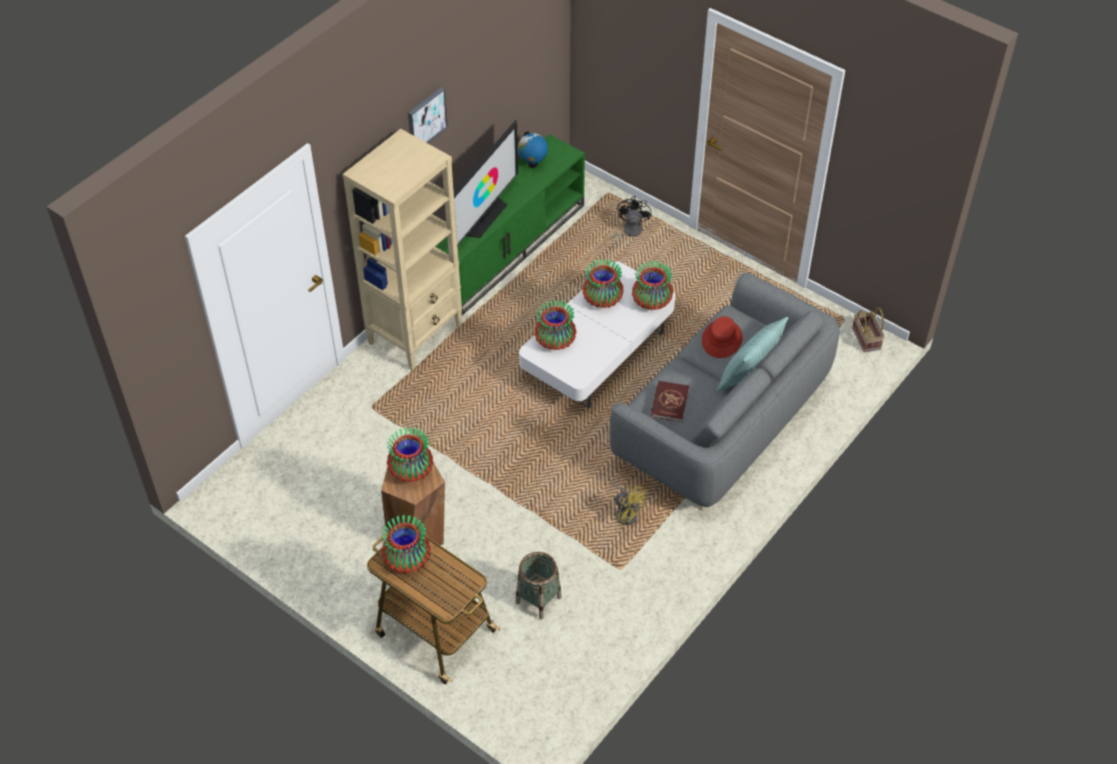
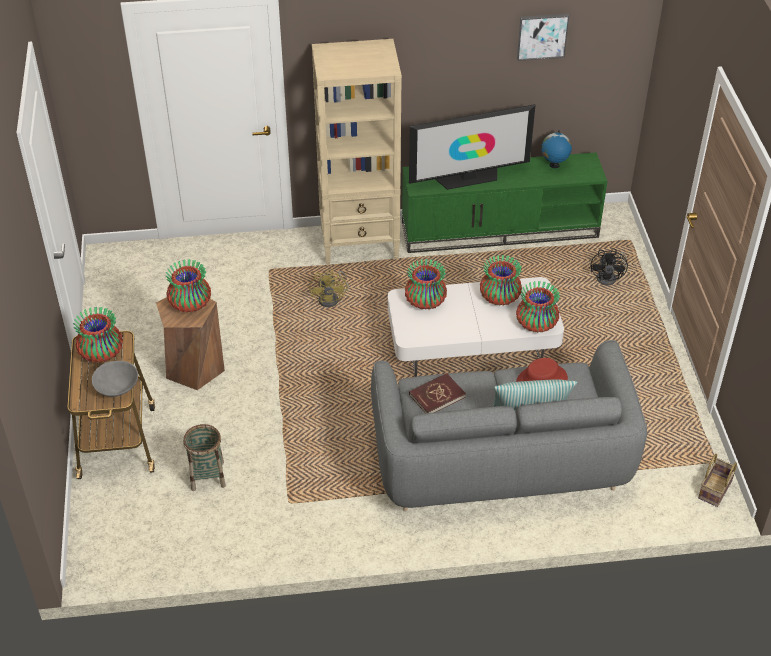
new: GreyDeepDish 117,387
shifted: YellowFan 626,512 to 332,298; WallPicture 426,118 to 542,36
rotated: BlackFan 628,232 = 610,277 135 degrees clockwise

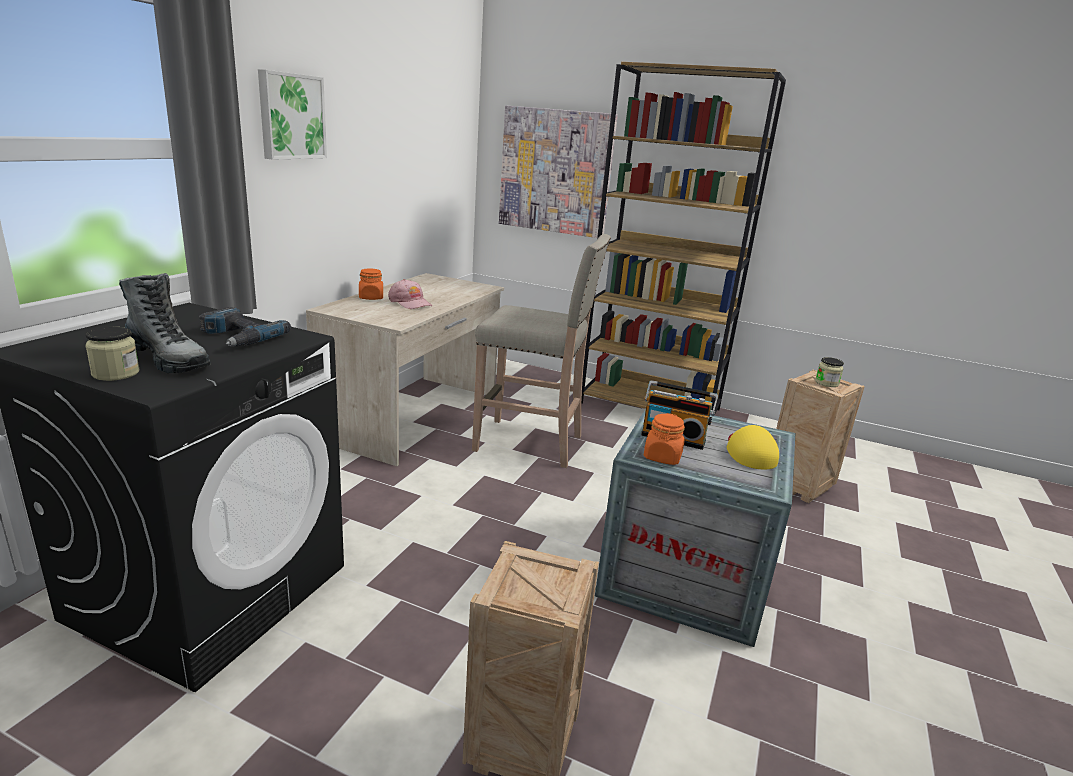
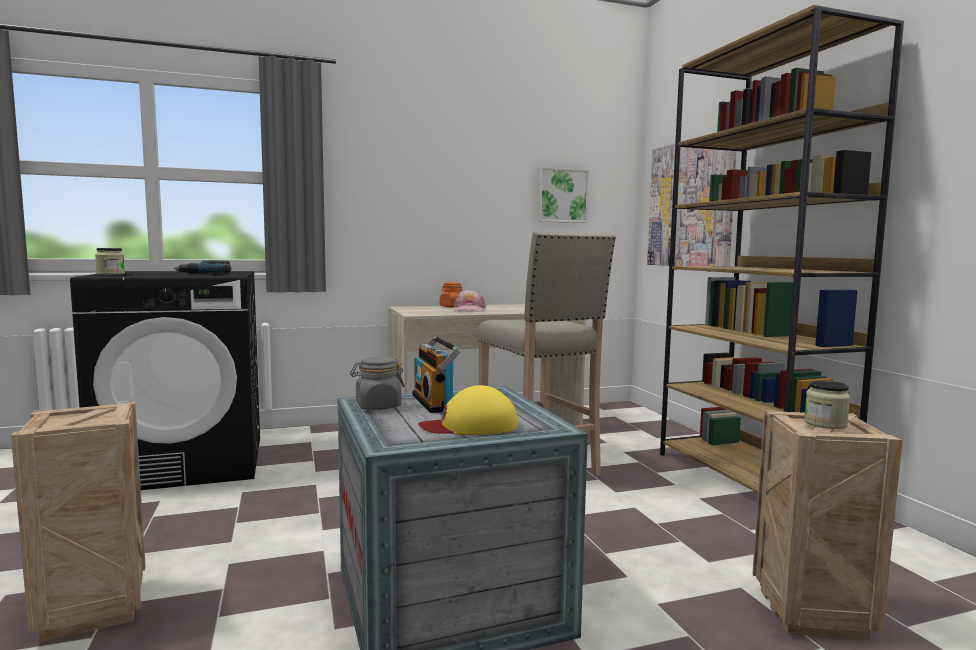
gone: TallBoot 168,359
shifted: WallPicture 291,116 to 562,196
repainted: OrangeStorageJar 662,457 to GreyStorageJar 378,406
rotated: YellowCap 749,452 = 470,426 150 degrees counterclockwise

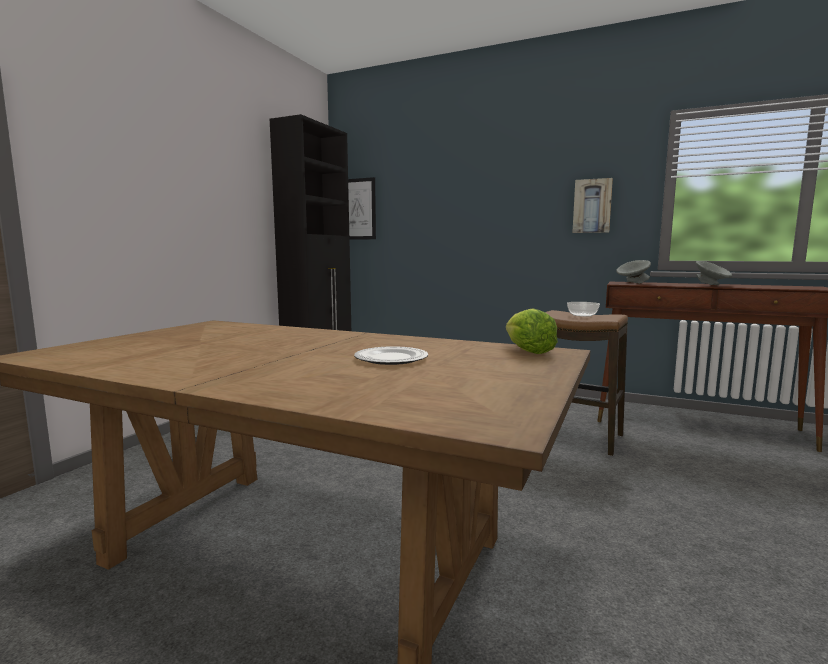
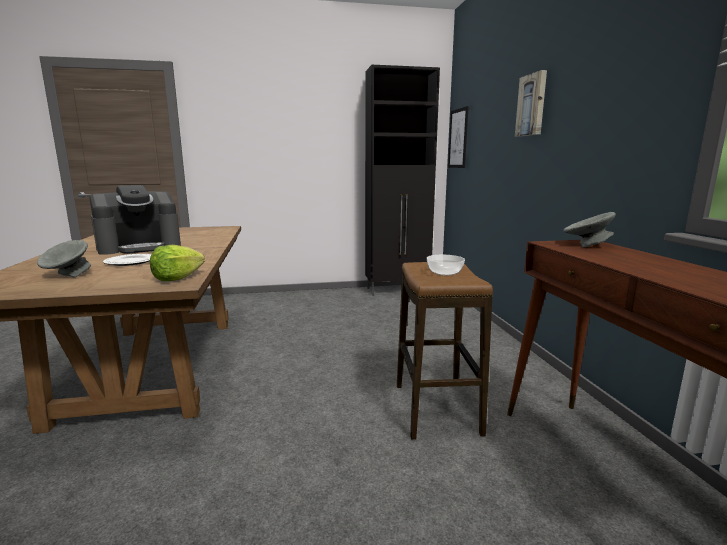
new: CoffeeMachine 140,247
shifted: GreyDeepDish 711,285 to 67,275; WallPicture 592,206 to 532,105

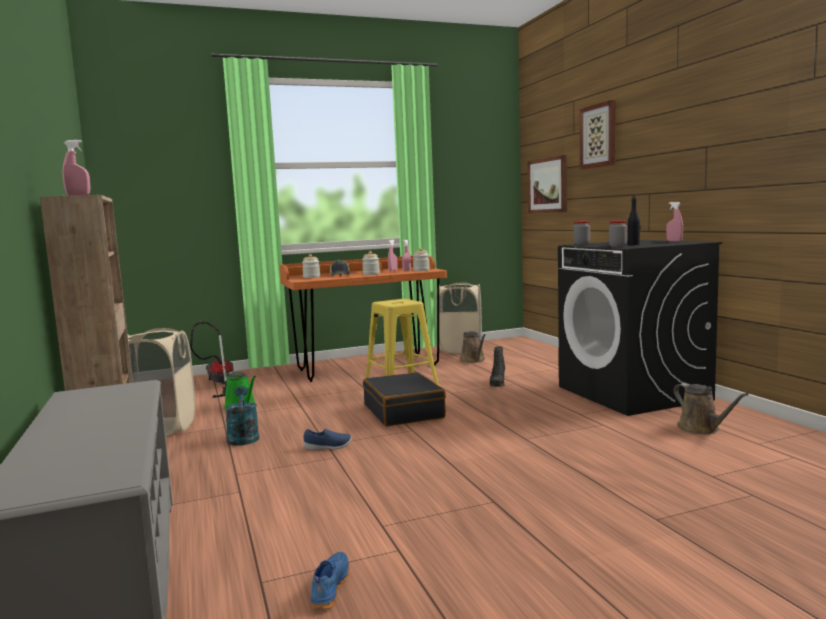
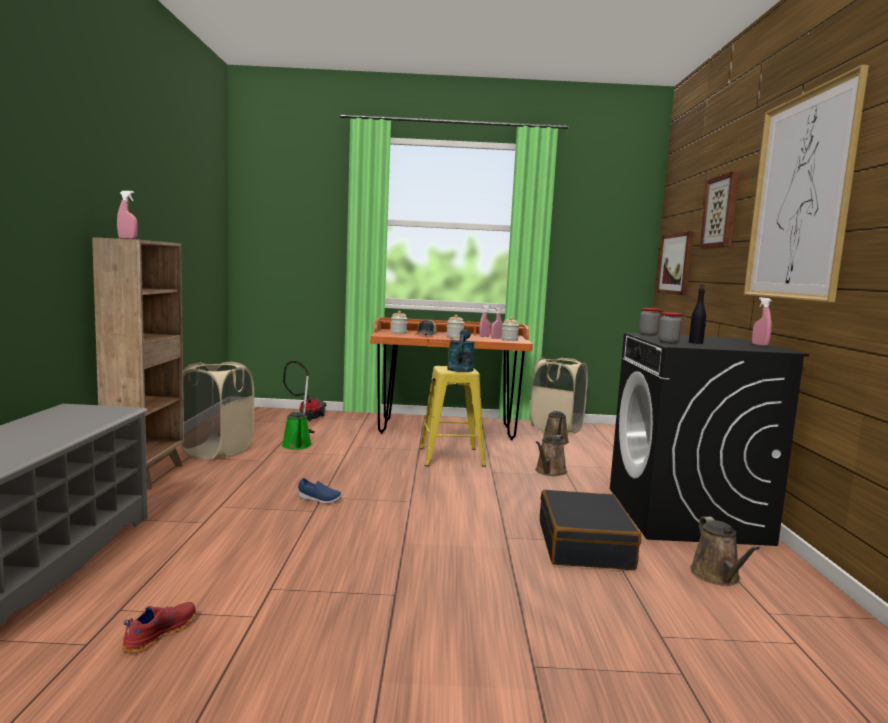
new: WallPicture 799,197
shifted: TurquoiseWateringPot 243,437 to 460,368; BlackTravelCase 404,411 to 585,545
swapped: BlackTallBoot 497,383 to BrownWateringPot 549,472
repainted: BlueItemOfFootwear 329,588 to RedColouredItemOfFootwear 159,633

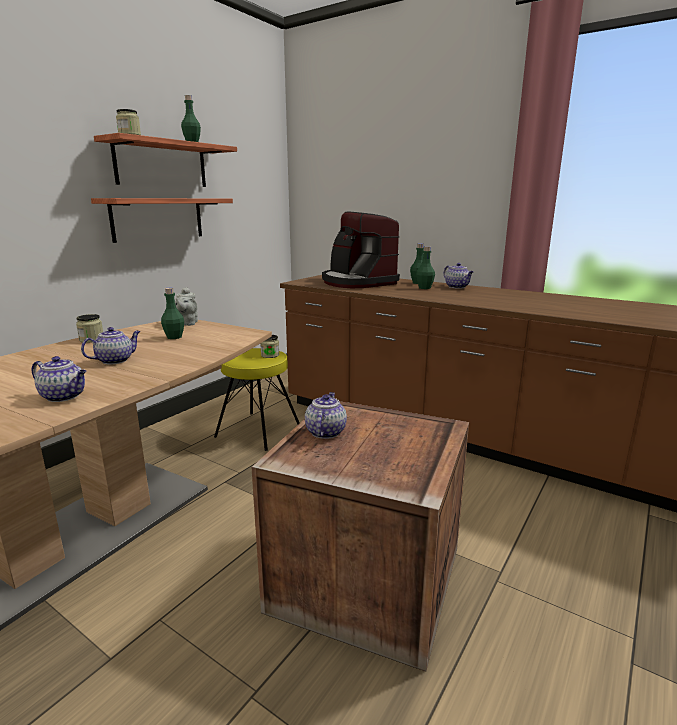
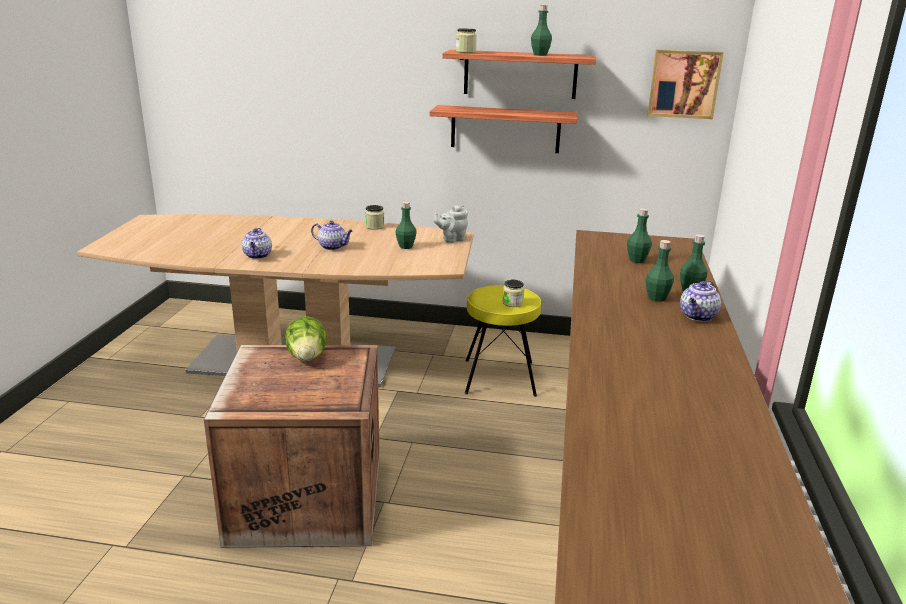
new: WallPicture 683,84
swapped: Teapot 325,432 to Lettuce 307,357; CoffeeMachine 357,282 to GreenBeverageBottle 637,260

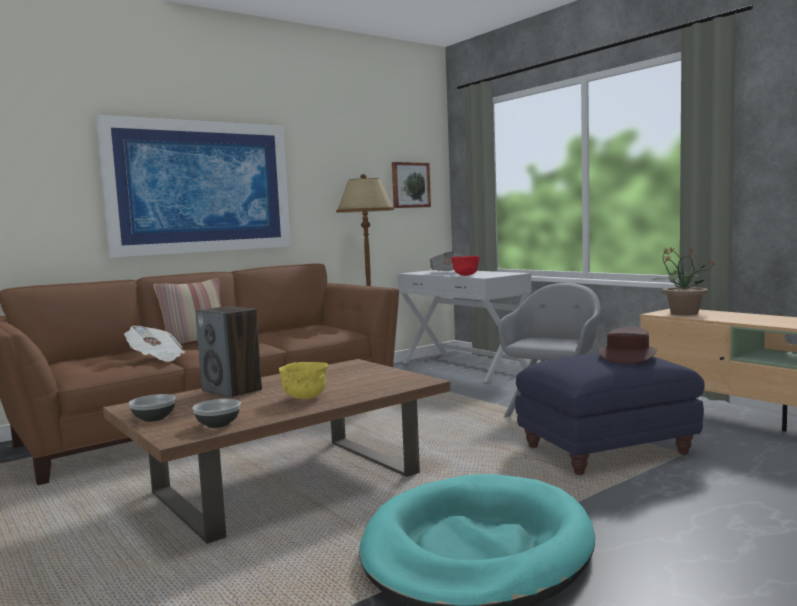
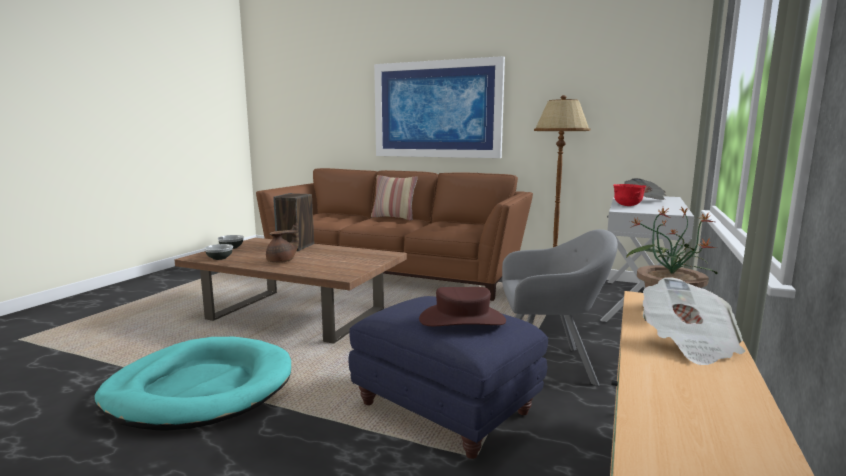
gone: WallPicture 410,185
shifted: DailyPaper 156,358 to 688,344
swapped: YellowDeepDish 305,398 to BrownTeapot 282,261

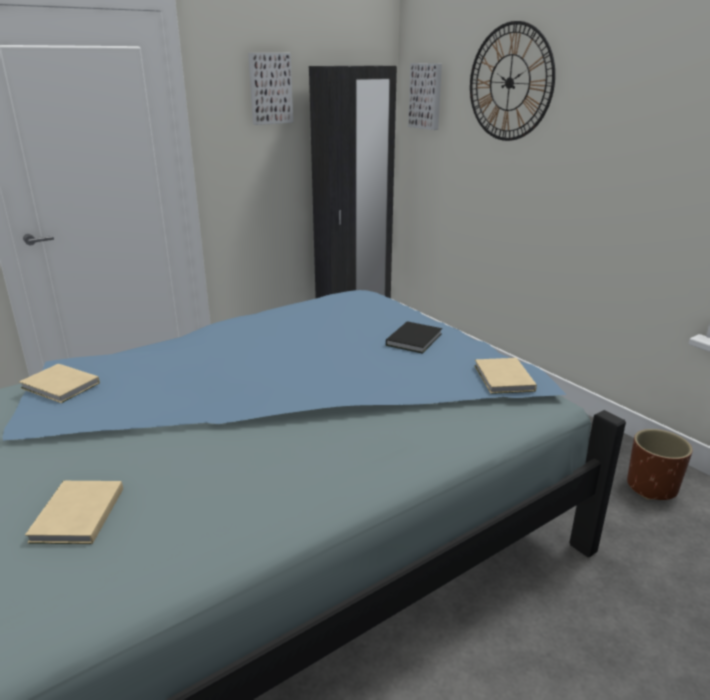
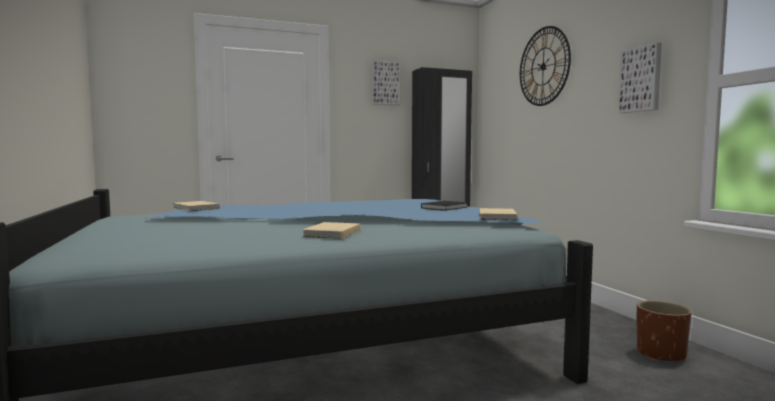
shifted: BeigeVolume 75,516 to 330,233; WallPicture 426,96 to 641,79

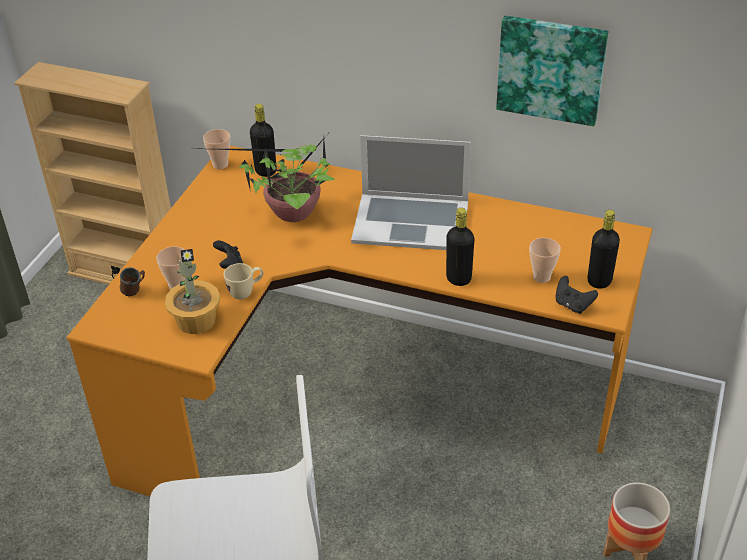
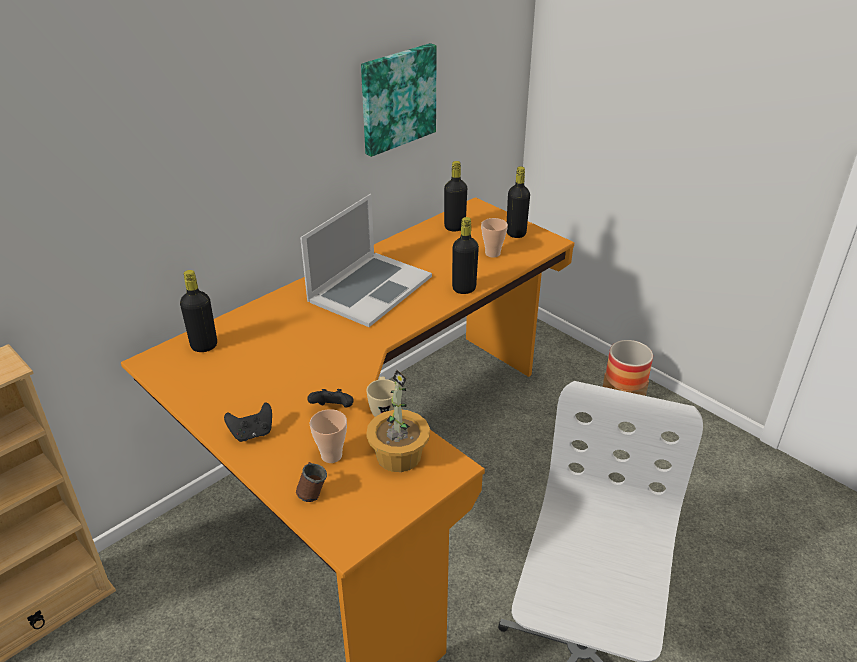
gone: SmallCup 220,165; PottedPlant 290,213
new: BlackBeverageBottle 454,227
shifted: BlackGameController 572,305 to 252,433

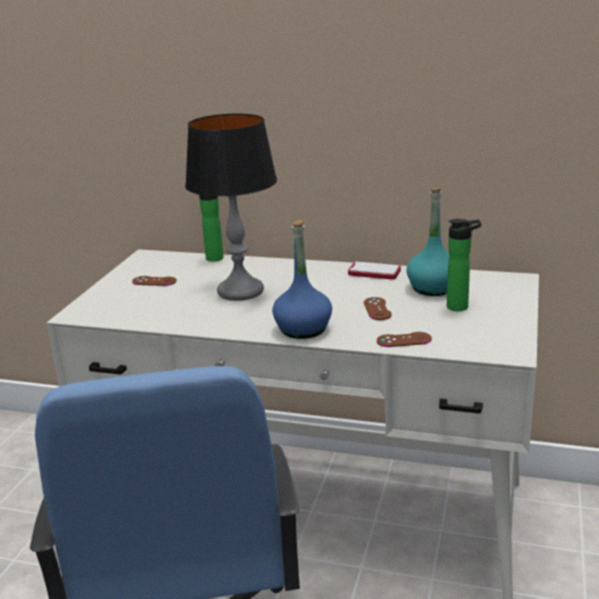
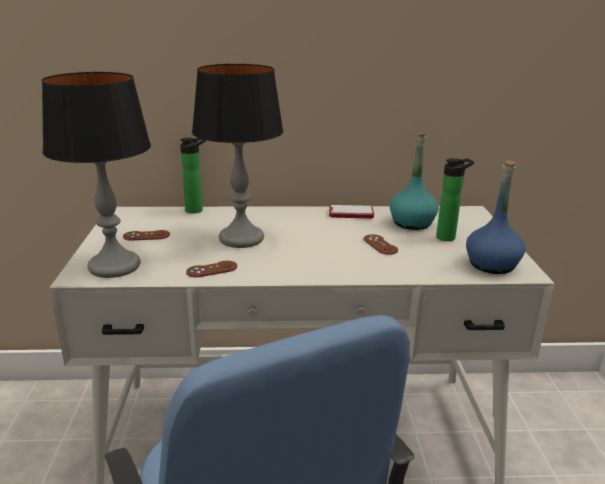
new: LampForATable 114,266
shifted: BrownGameController 404,340 to 212,269; BlueBeverageBottle 303,329 to 492,265

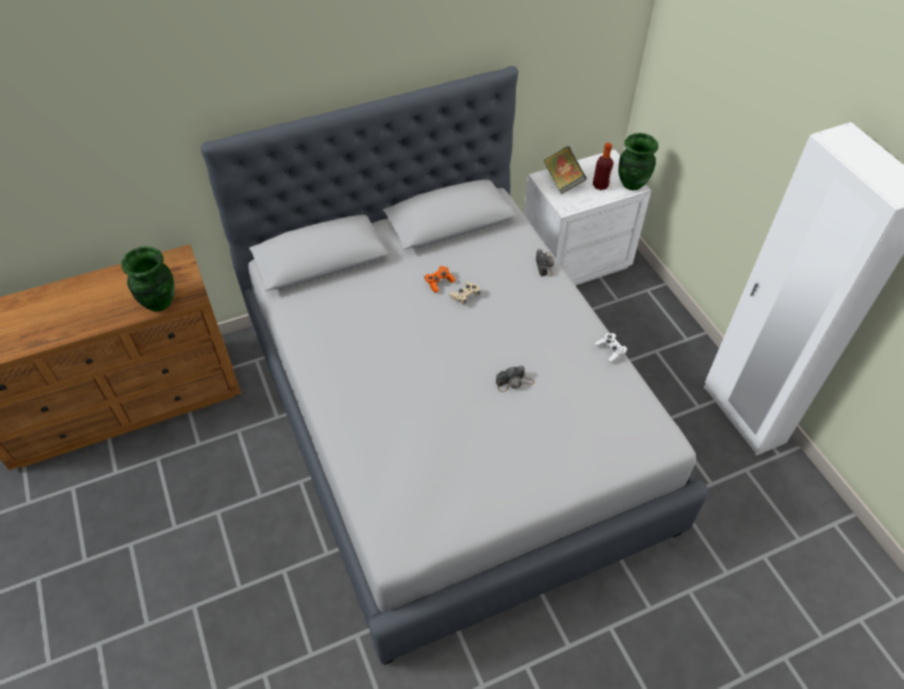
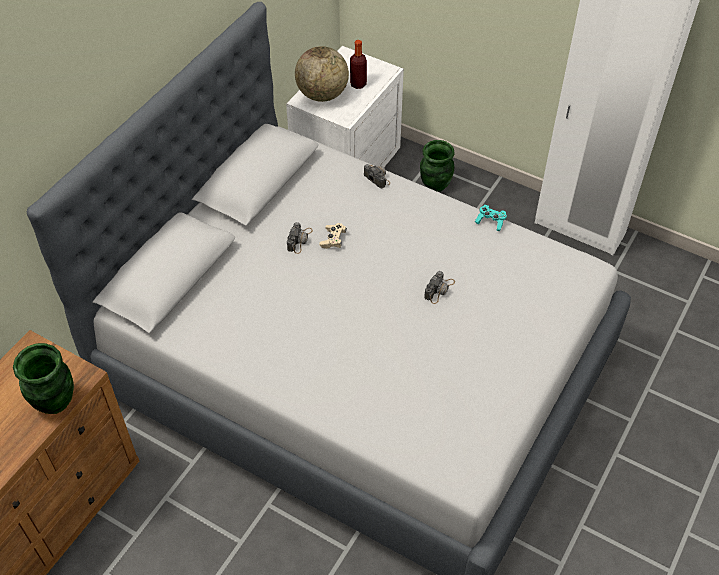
shifted: GreenVase 631,183 to 435,185
swapped: OrangeGameController 439,282 to StillCamera 300,240; Volume 563,180 to WorldGlobe 322,95
repainted: WhitishGameController 610,351 to TurquoiseGameController 490,221

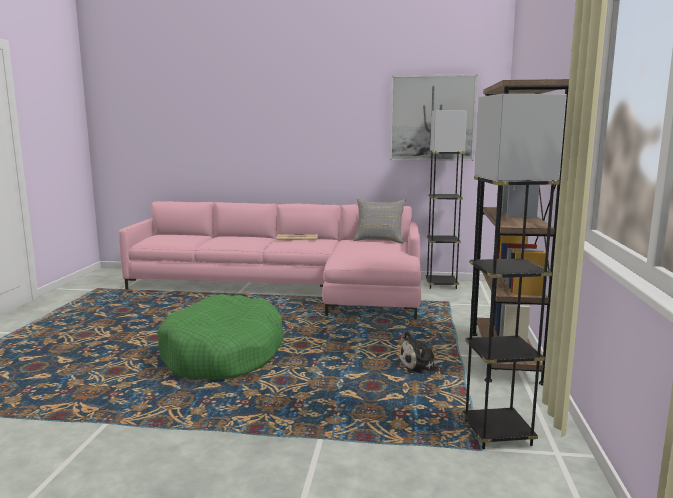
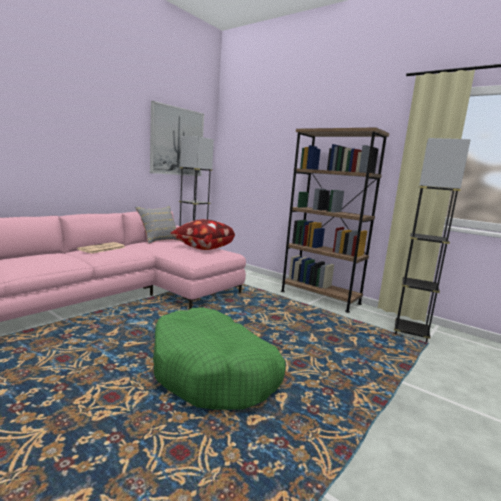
gone: SoftToy 420,366
new: ThrowPillow 202,248

